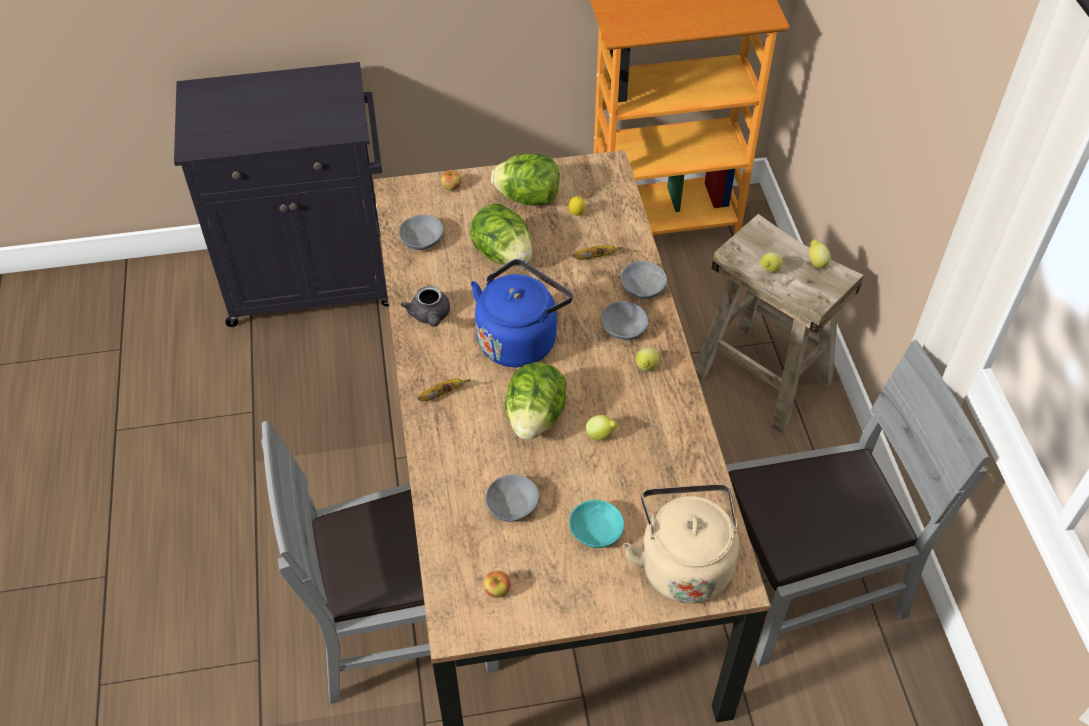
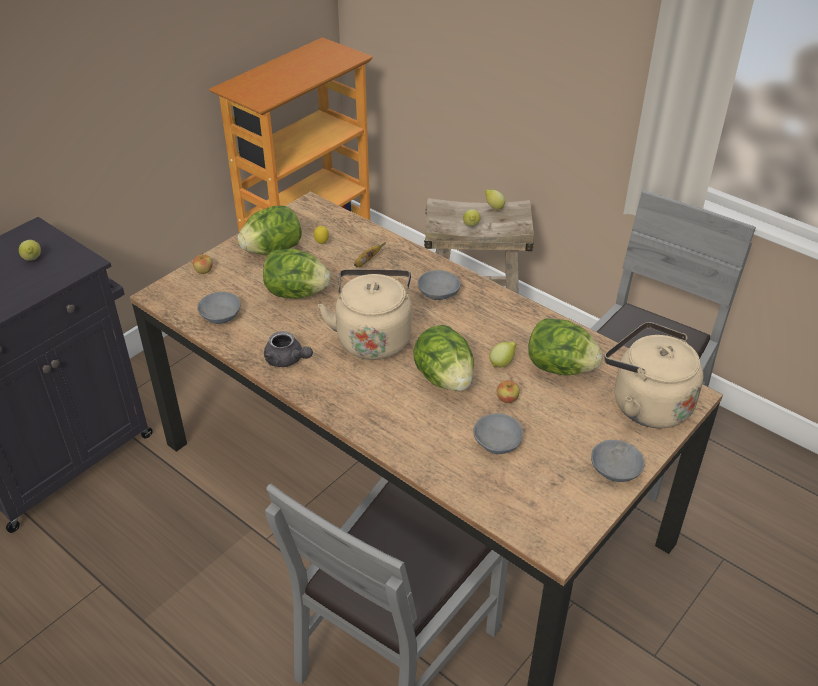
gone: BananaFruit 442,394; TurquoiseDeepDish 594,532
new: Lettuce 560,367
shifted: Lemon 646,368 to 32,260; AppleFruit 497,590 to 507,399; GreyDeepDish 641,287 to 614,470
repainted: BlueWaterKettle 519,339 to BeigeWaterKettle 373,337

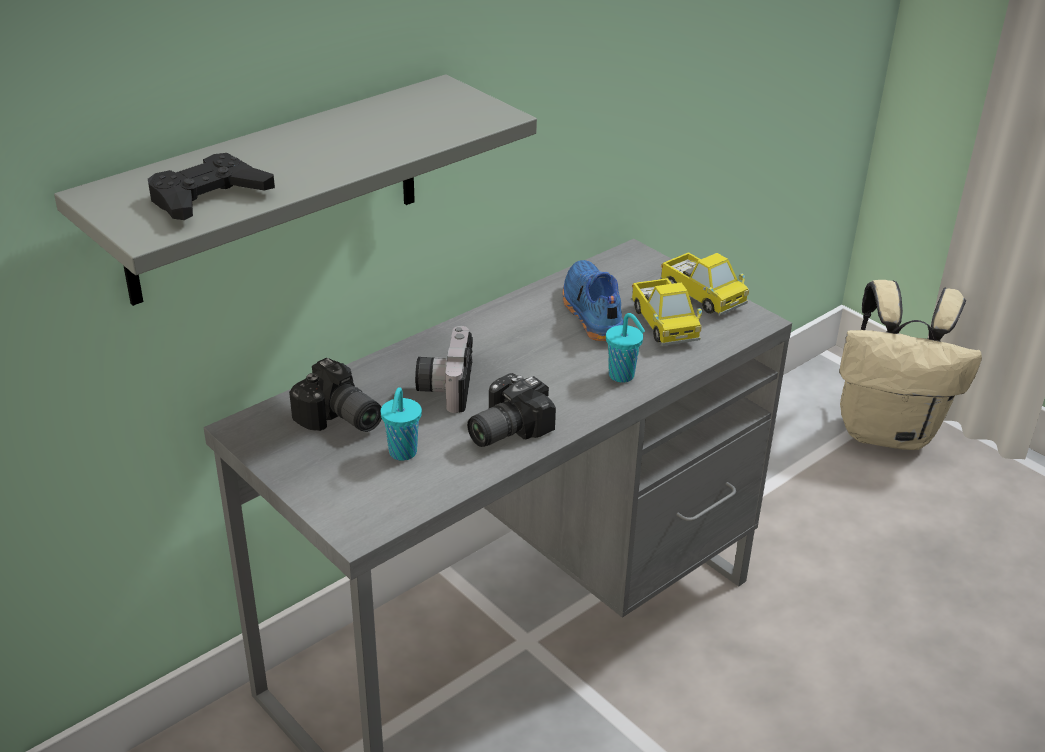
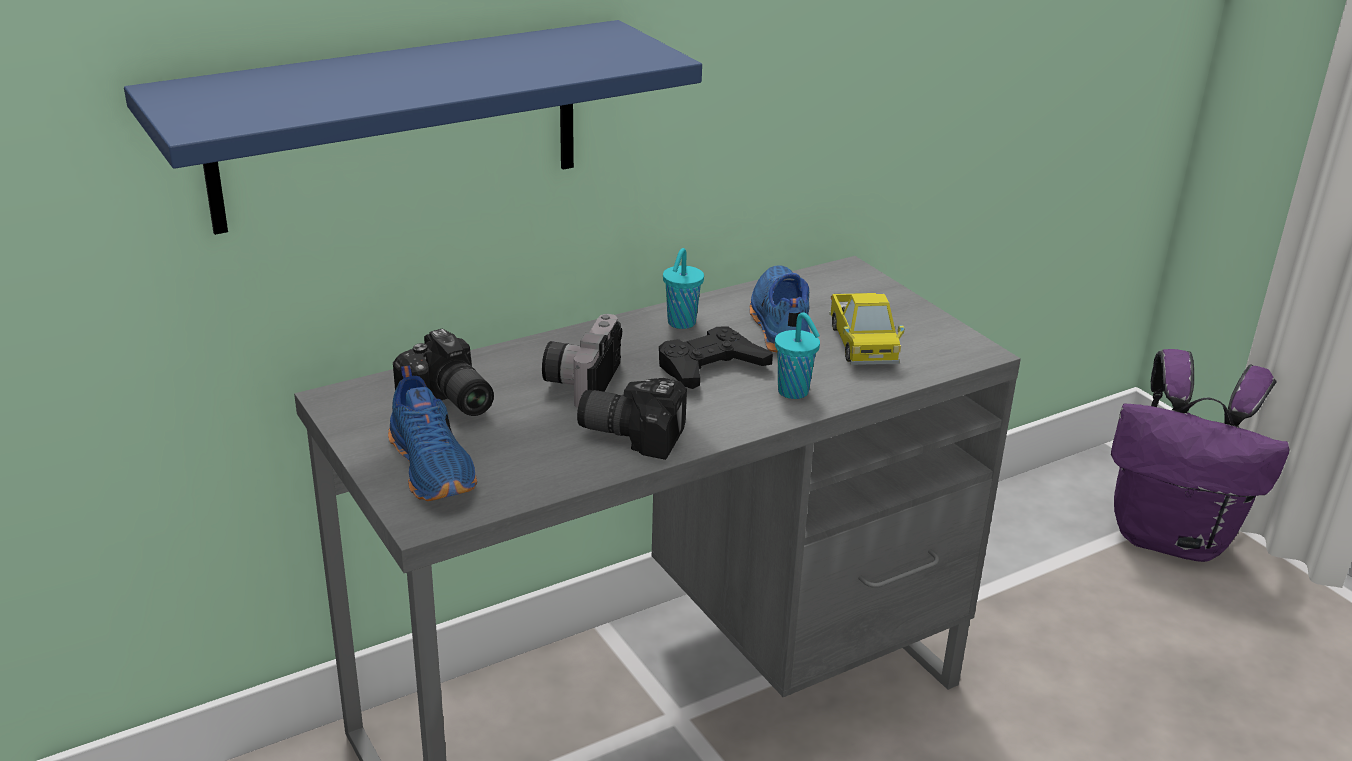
gone: ToyLorry 702,296
new: BlueItemOfFootwear 434,467
shifted: BlackGameController 208,197 to 710,367; TurquoiseSmallCup 402,453 to 680,323
repainted: GreyBracketShelf 275,189 to BlueBracketShelf 398,125; BeigeKnapsack 888,431 to PurpleKnapsack 1173,537
rotated: StillCamera 503,429 = 633,432 45 degrees clockwise

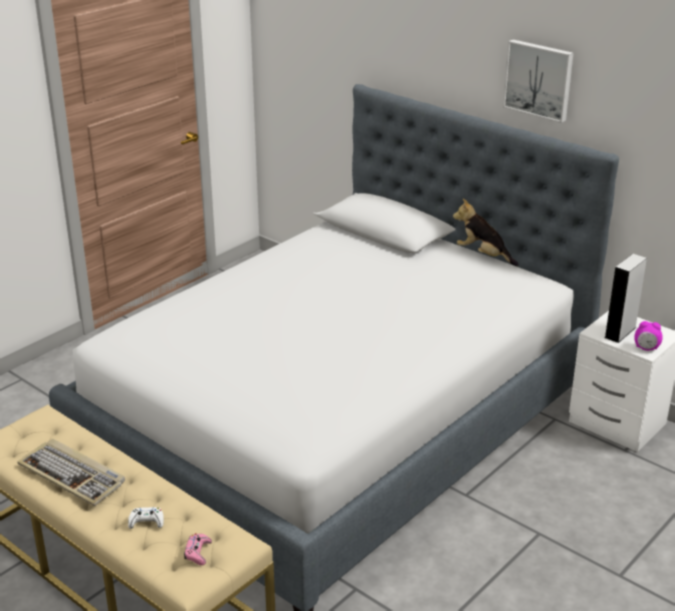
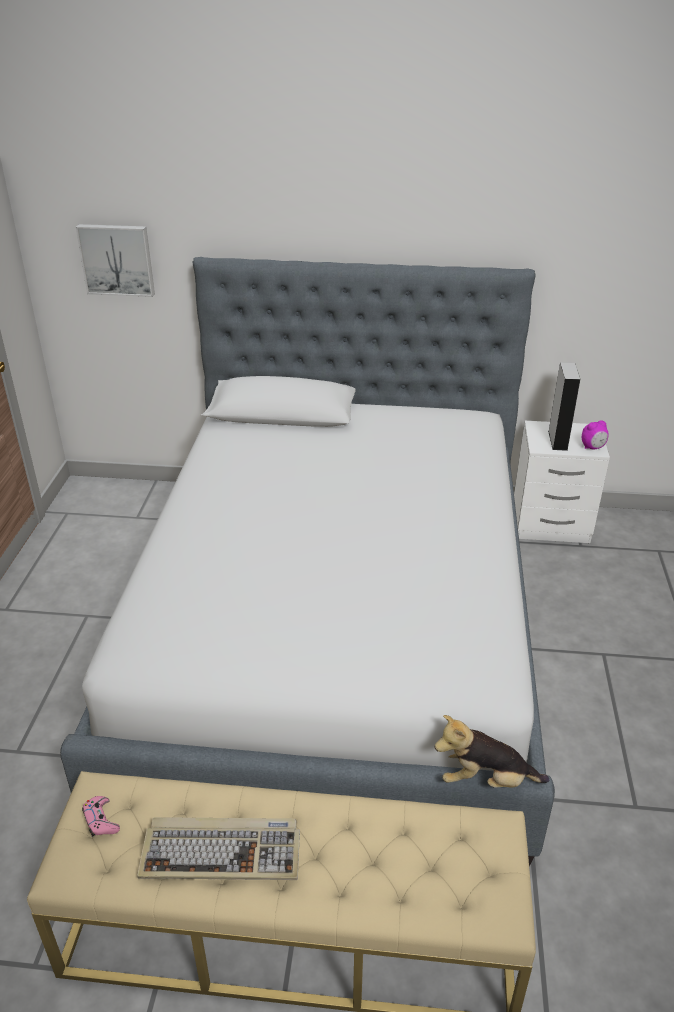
gone: WhitishGameController 146,522
shifted: WallPicture 539,80 to 117,259; PinkishGameController 198,552 to 101,820; SoftToy 483,255 to 485,780

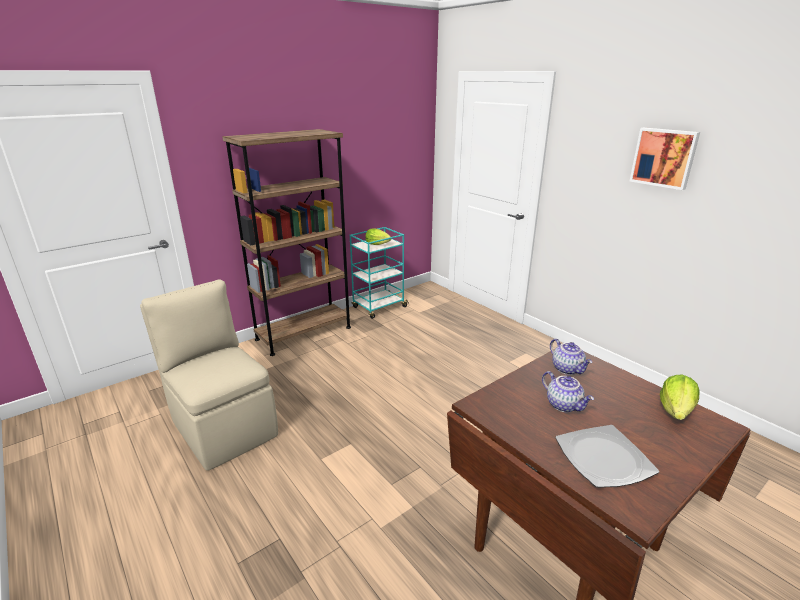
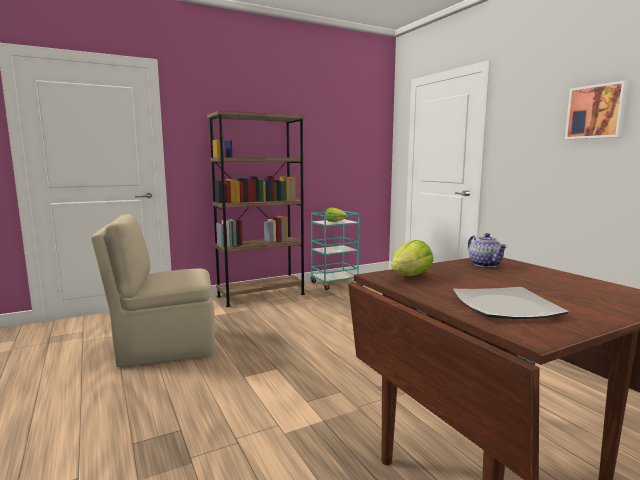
gone: Teapot 564,405
shifted: Lettuce 676,411 to 411,276
rotated: BeigeChair 223,426 = 165,347 75 degrees counterclockwise

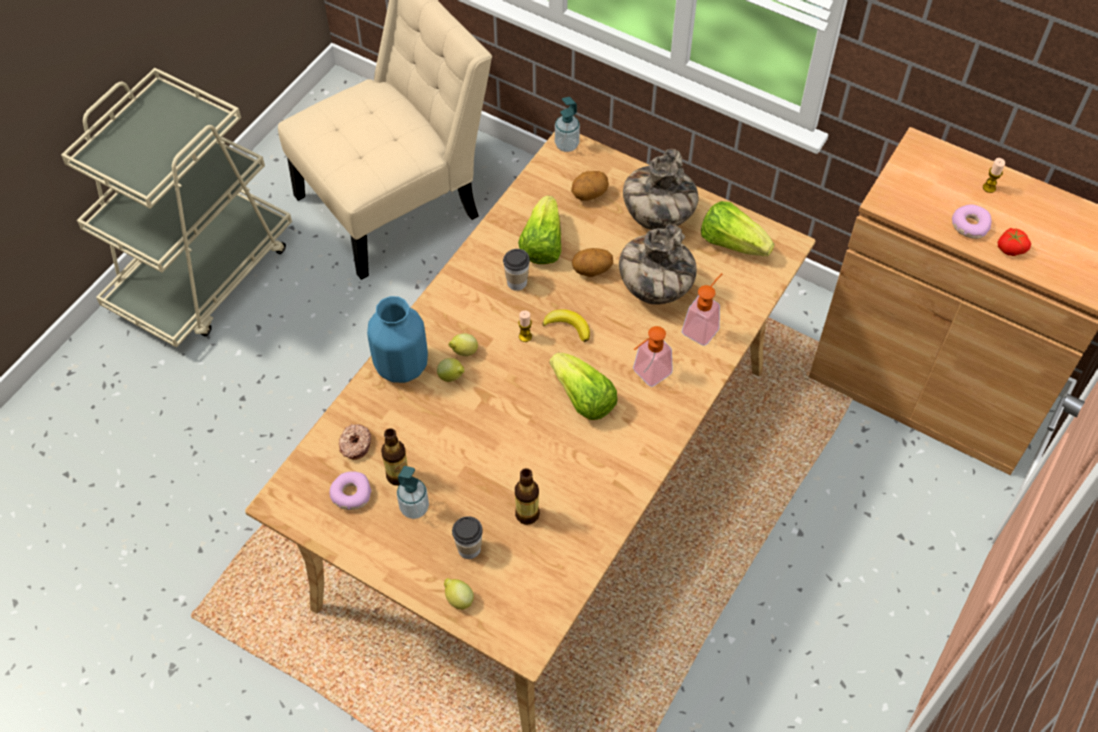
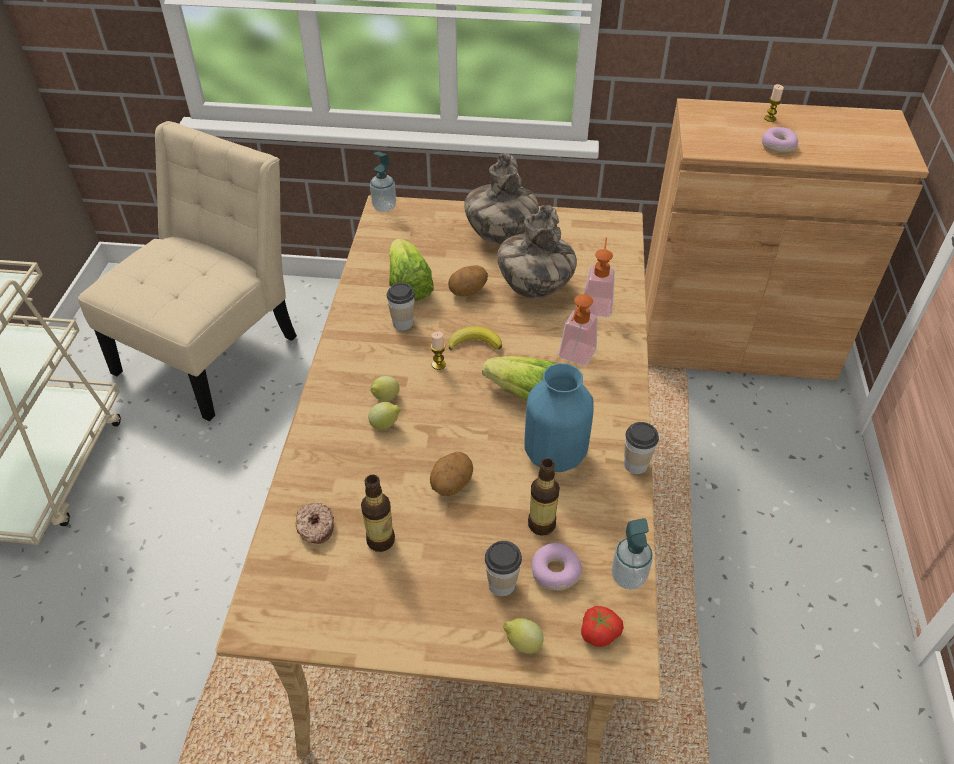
gone: Lettuce 732,243
new: SmallCup 635,464
shifted: WholePotato 589,194 to 451,484; BlueVase 402,366 to 556,454; Doughnut 351,494 to 554,572; FreshTomato 1010,248 to 598,631; SoapDispenser 414,508 to 628,576

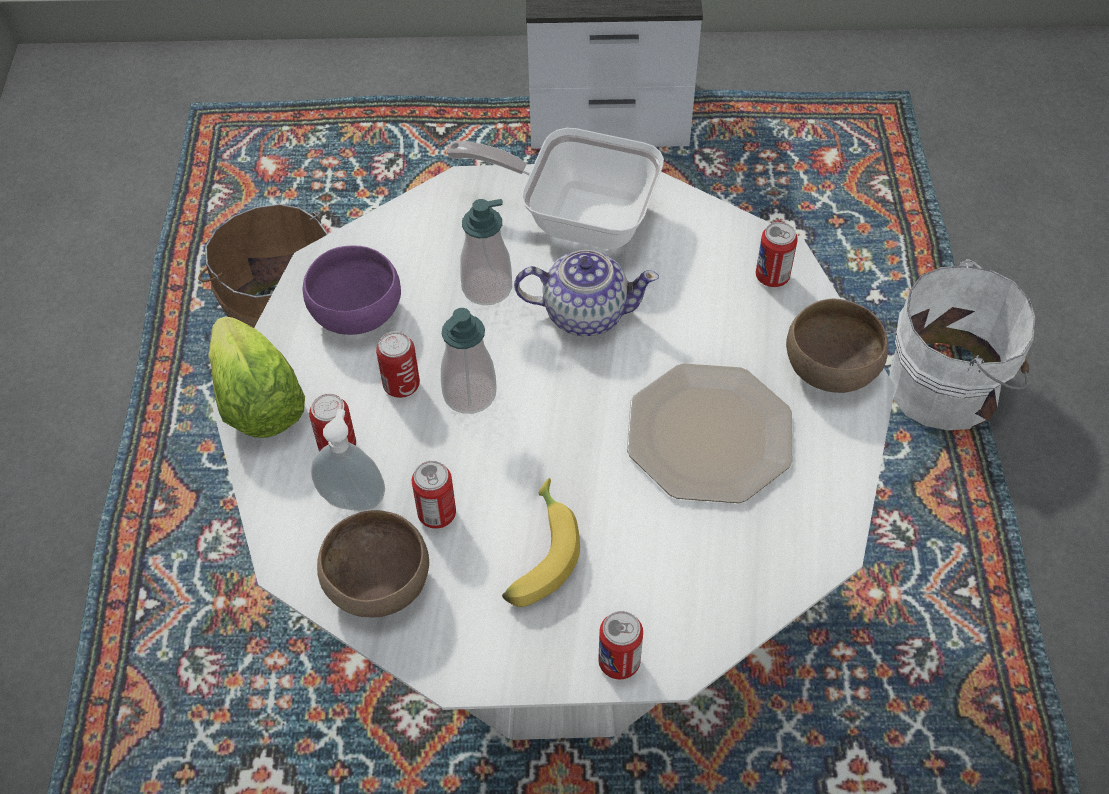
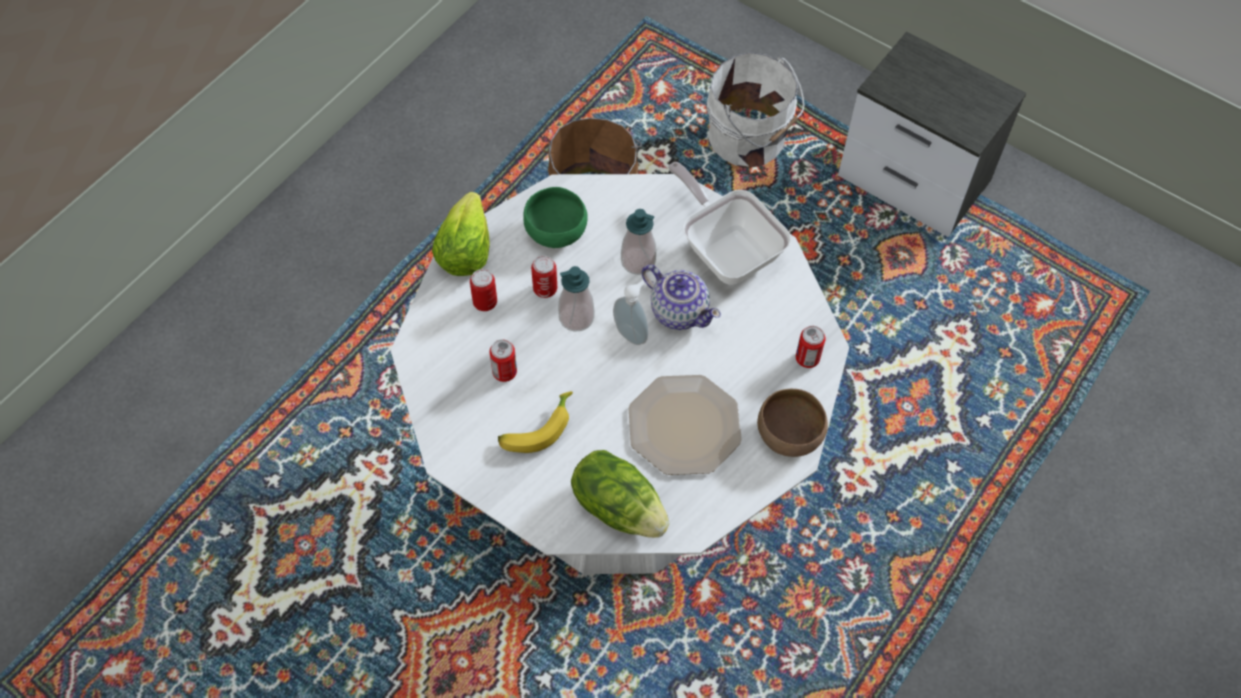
gone: BrownDeepDish 376,584; SealedCan 619,662
new: Lettuce 619,506
shifted: SoapDispenser 354,498 to 632,333; WhitishPail 949,387 to 749,141
repainted: PurpleDeepDish 356,311 to GreenDeepDish 556,231

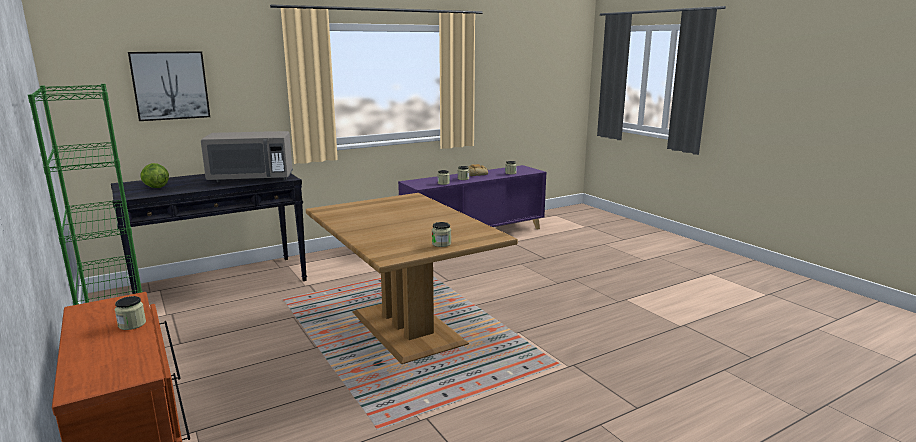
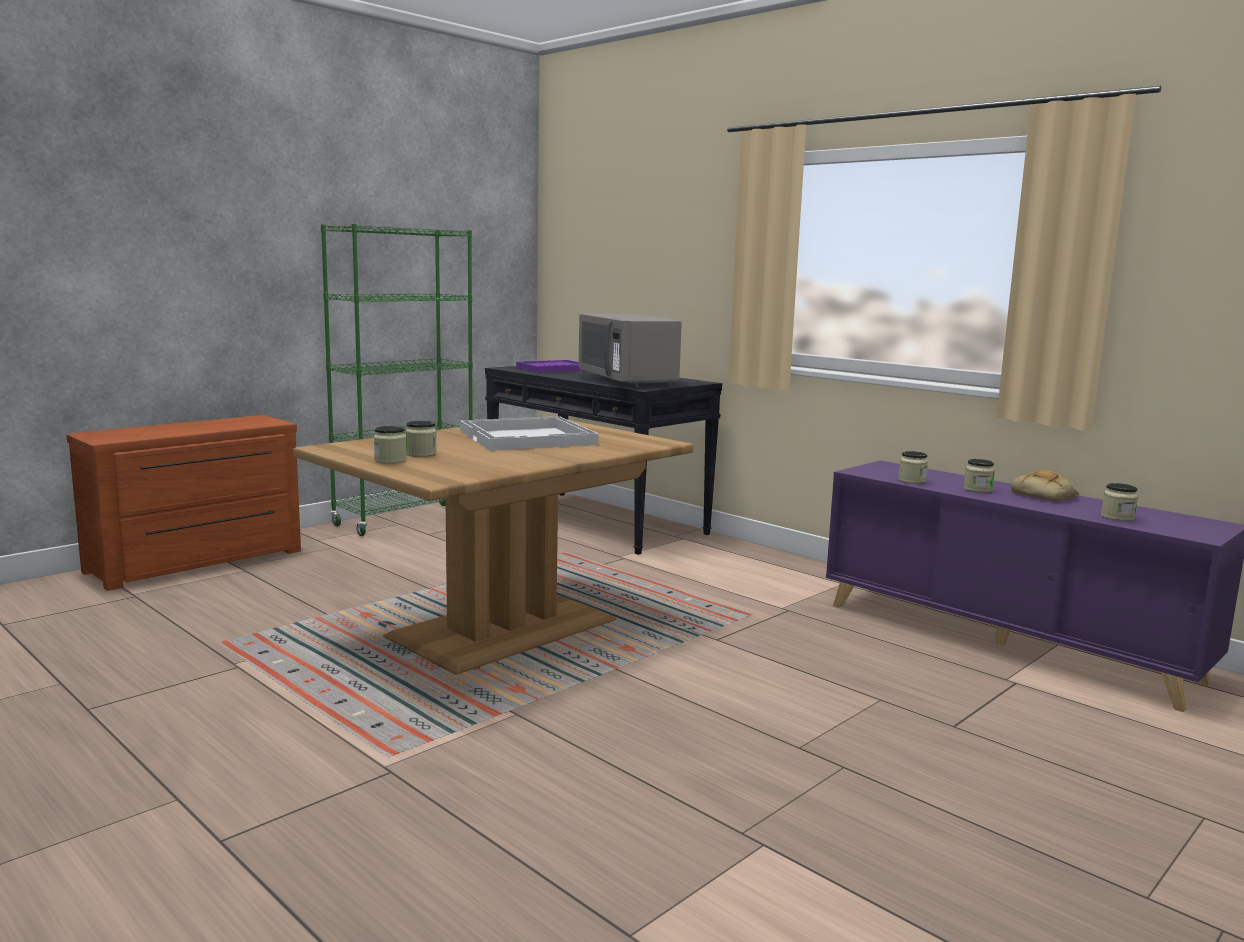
gone: WallPicture 170,85
new: WhitishTray 528,437
shifted: StorageJar 132,324 to 421,454
swapped: Lettuce 155,187 to PurpleTray 553,369

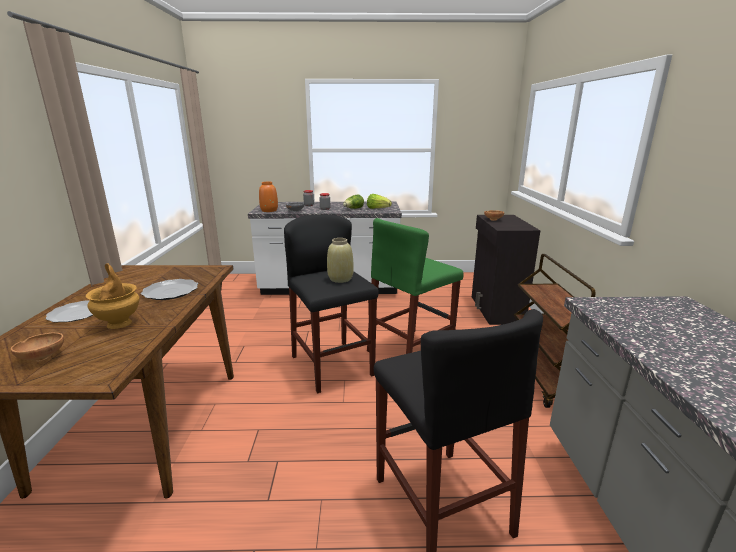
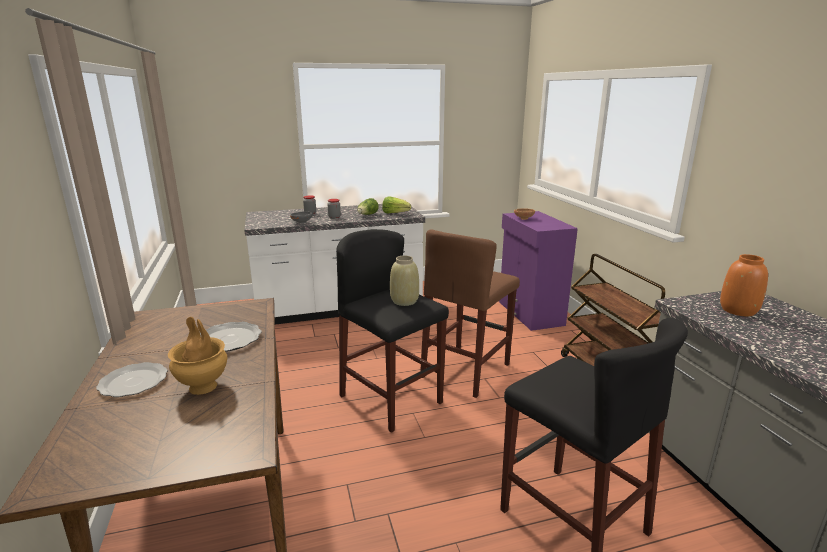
gone: BrownDeepDish 43,357
shifted: OrangeVase 269,210 to 737,310
repainted: GreenSittingStool 410,351 to BrownSittingStool 466,370; BlackStorageCabinet 495,309 to PurpleStorageCabinet 529,313

